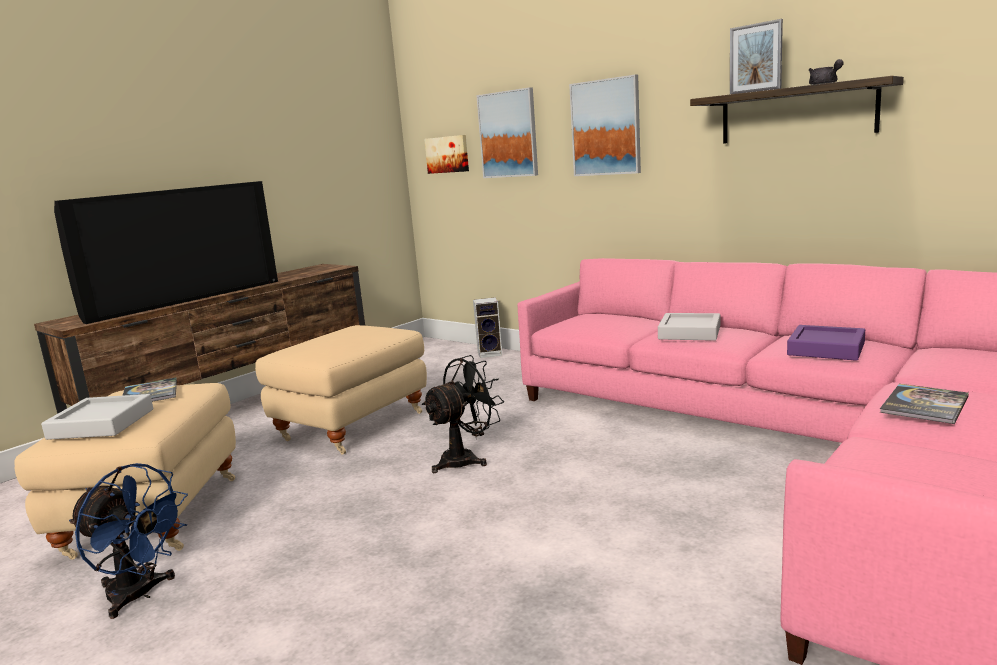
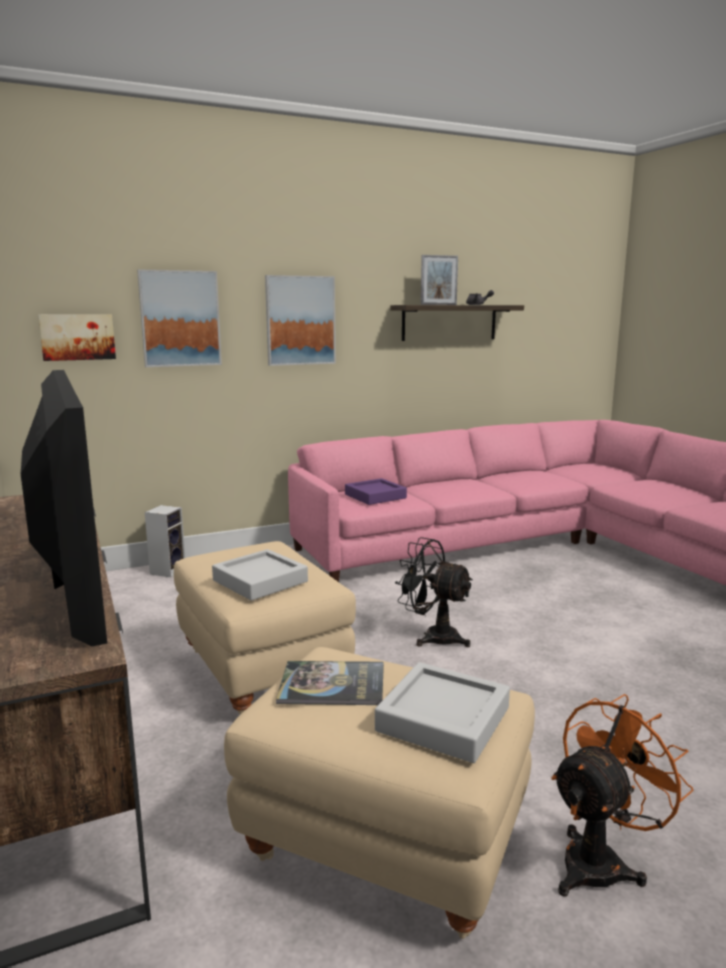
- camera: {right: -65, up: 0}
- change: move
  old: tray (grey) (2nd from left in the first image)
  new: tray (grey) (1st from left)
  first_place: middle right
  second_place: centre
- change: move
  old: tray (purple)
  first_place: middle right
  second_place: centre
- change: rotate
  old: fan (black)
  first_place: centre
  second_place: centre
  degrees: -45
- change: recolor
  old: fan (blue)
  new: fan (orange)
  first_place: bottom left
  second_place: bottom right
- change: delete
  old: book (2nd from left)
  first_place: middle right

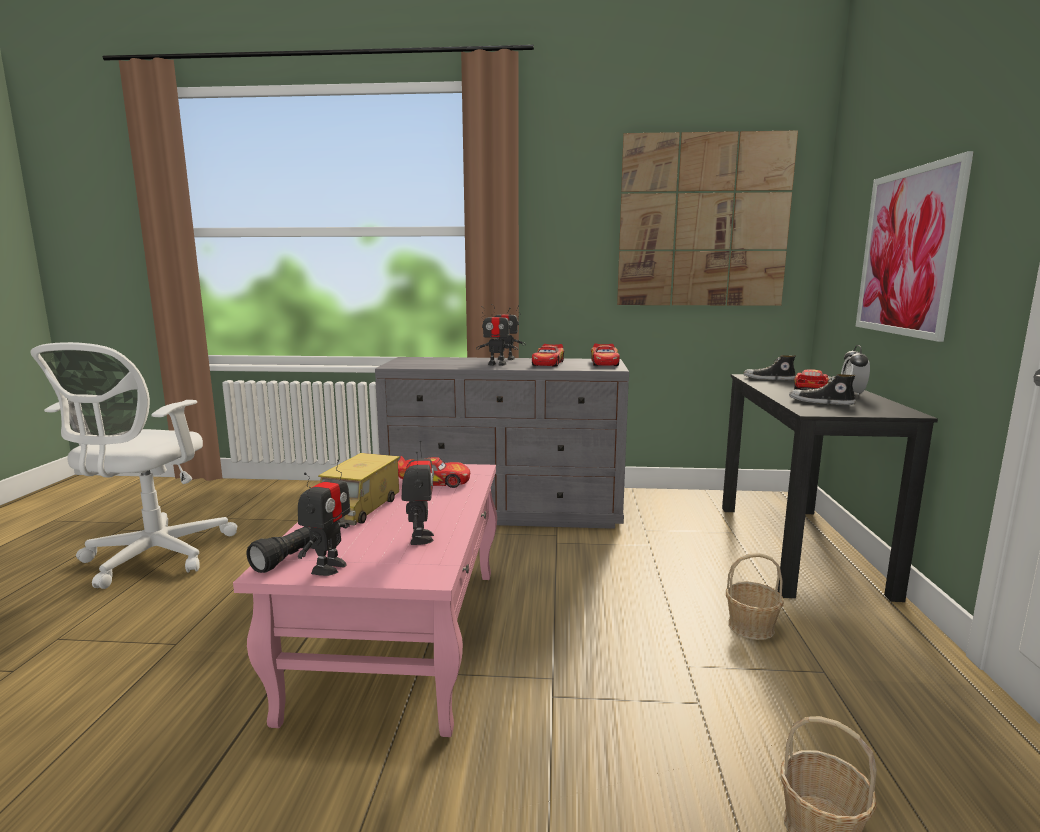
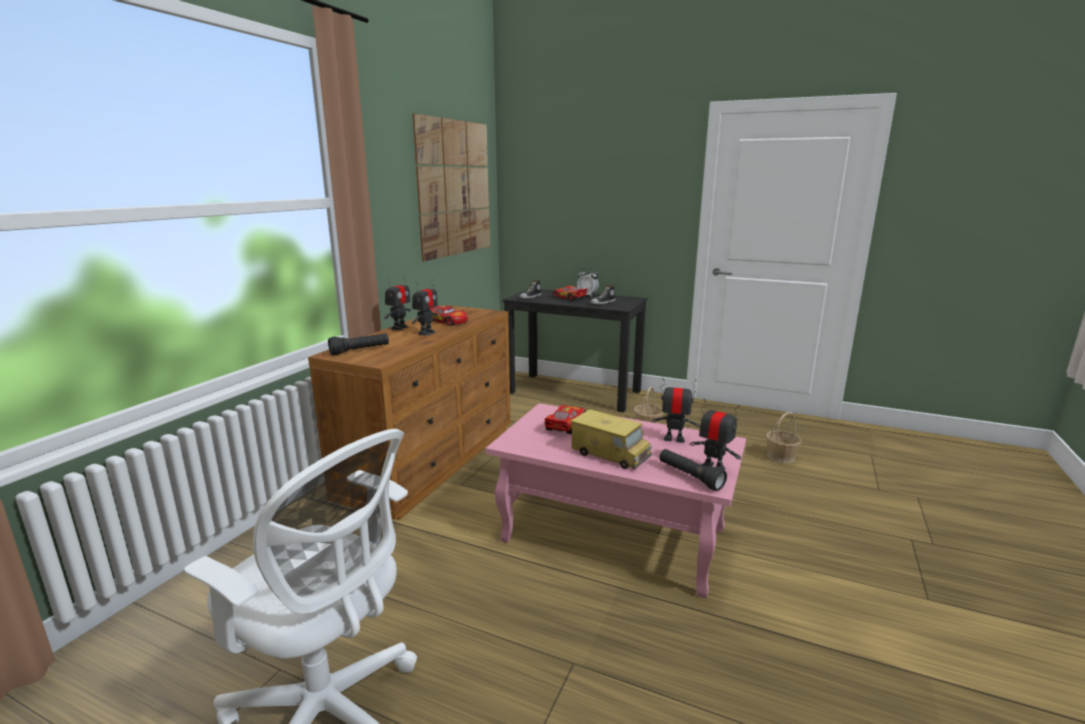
- camera: {right: -70, up: 5}
- change: recolor
  old: dresser (grey)
  new: dresser (brown)
  first_place: centre
  second_place: centre
- change: insert
  new: flashlight (black) (1st from left)
  second_place: middle left
- change: delete
  old: toy car (3rd from left)
  first_place: centre
- change: delete
  old: picture (2nd from left)
  first_place: top right

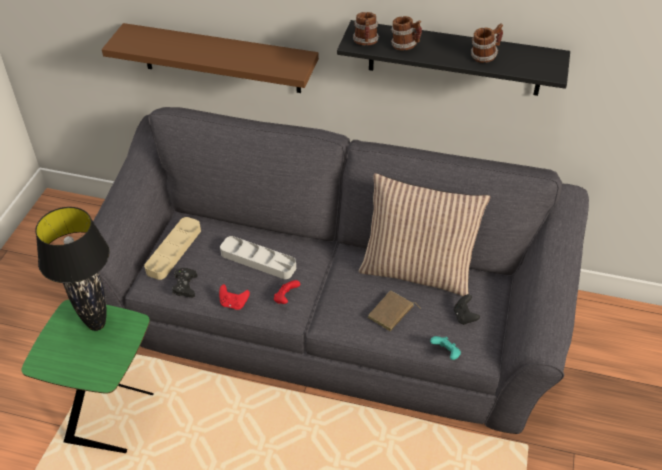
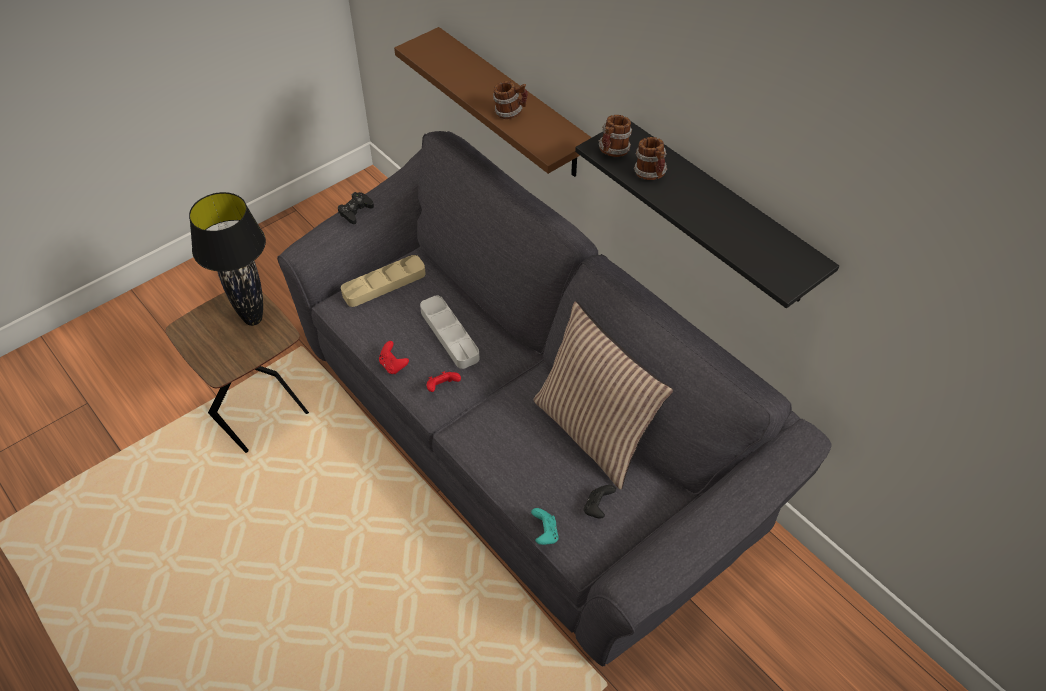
- camera: {right: 35, up: 5}
- change: recolor
  old: side table (green)
  new: side table (brown)
  first_place: bottom left
  second_place: middle left
- change: move
  old: game controller (black) (1st from left)
  first_place: middle left
  second_place: top centre
- change: move
  old: mug (3rd from left in the first image)
  new: mug (1st from left)
  first_place: top right
  second_place: top centre
- change: delete
  old: book (brown)
  first_place: centre

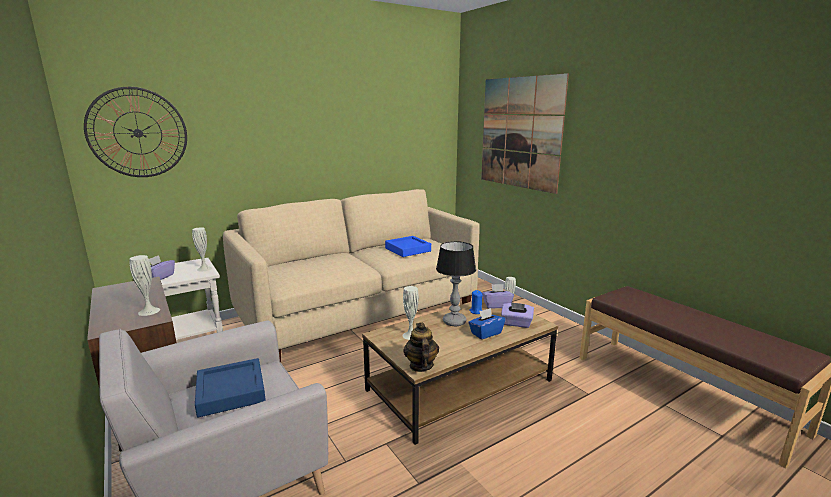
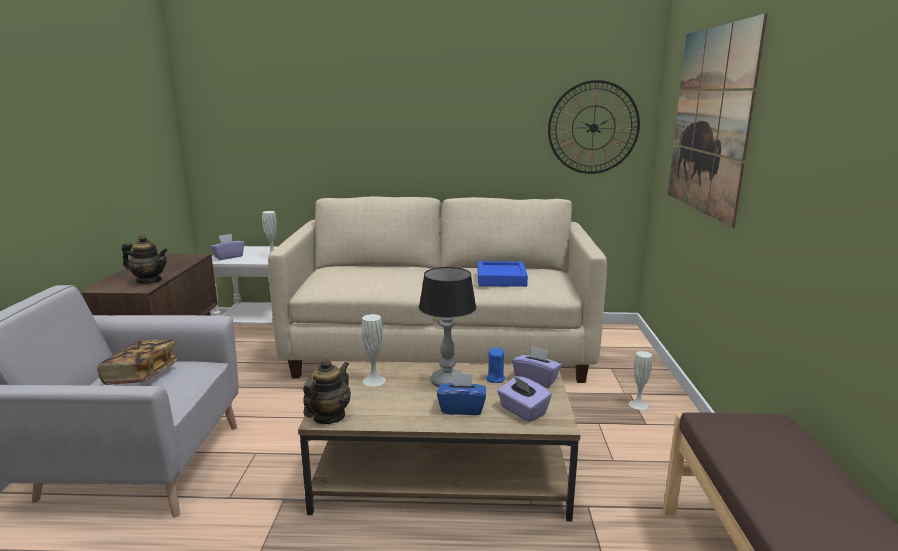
- camera: {right: 35, up: 0}
- change: replace
  old: tray (blue) (1st from left)
  new: book
  first_place: bottom left
  second_place: middle left
- change: replace
  old: vase (white) (1st from left)
  new: teapot (1st from left)
  first_place: middle left
  second_place: middle left
- change: move
  old: wall clock
  first_place: top left
  second_place: top centre

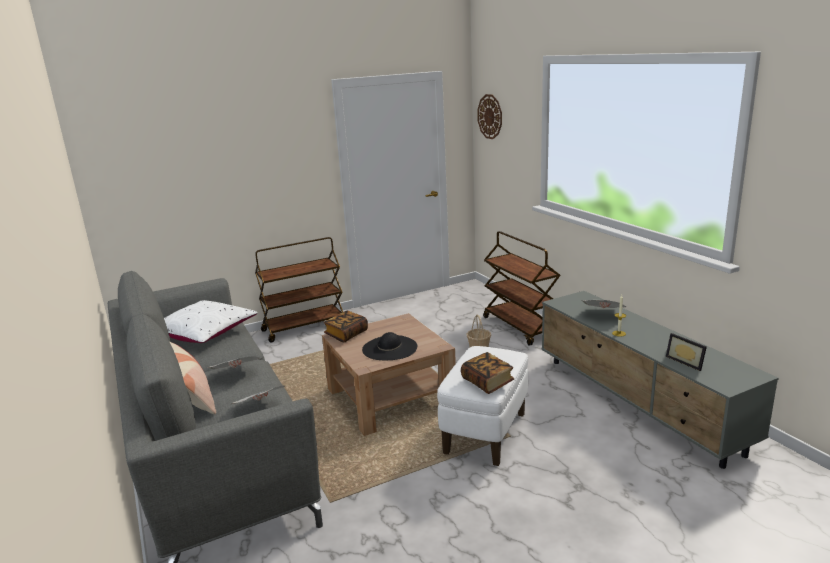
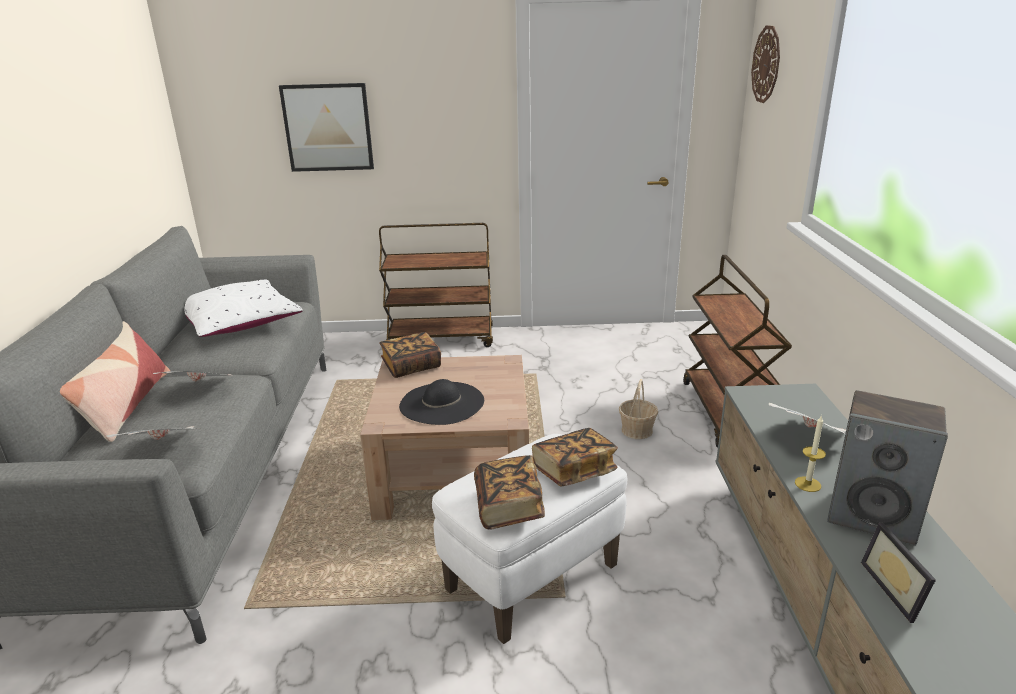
- camera: {right: 25, up: 5}
- change: insert
  new: picture
  second_place: top left
- change: insert
  new: book (3rd from left)
  second_place: centre
- change: insert
  new: speaker
  second_place: bottom right

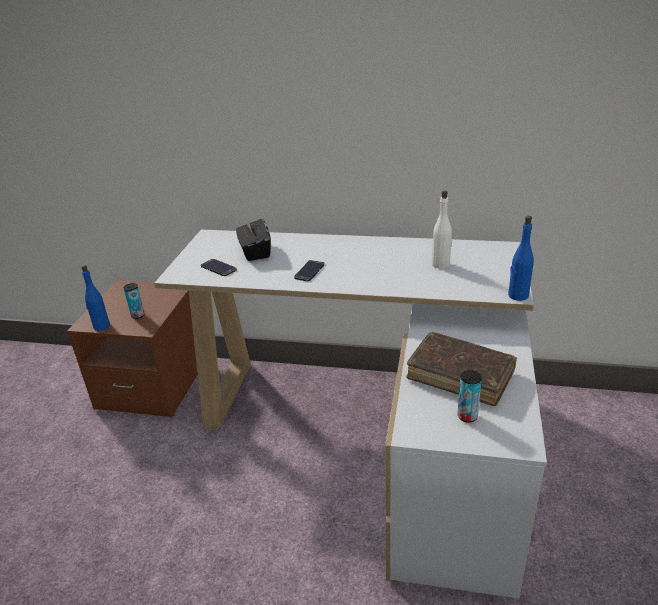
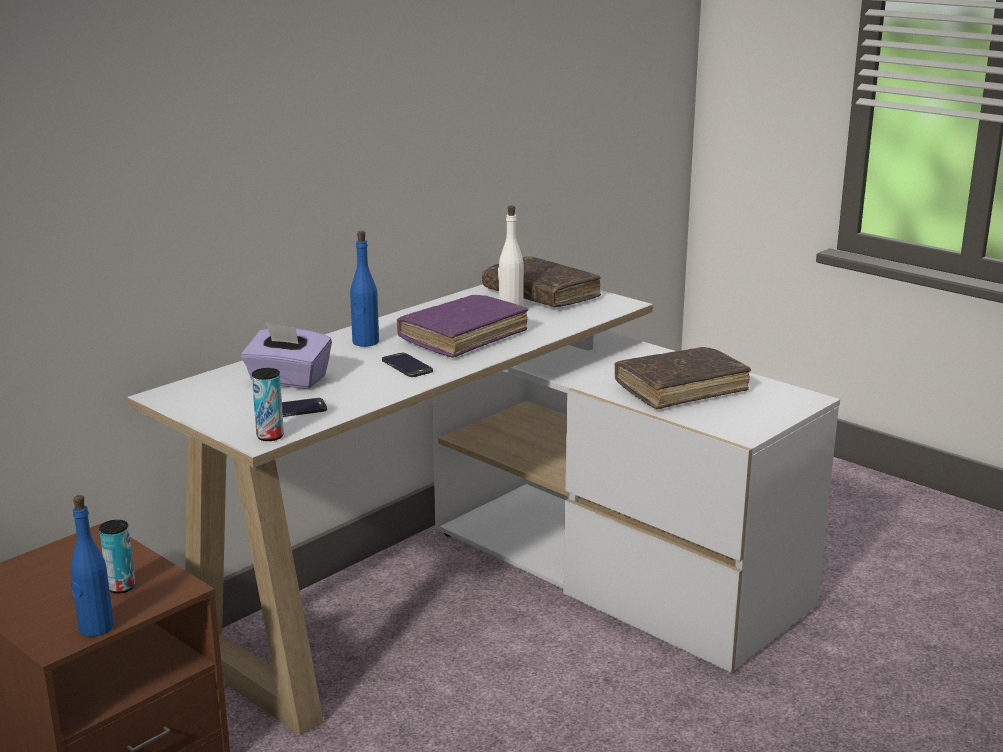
- camera: {right: -60, up: -10}
- change: recolor
  old: tissue box (black)
  new: tissue box (purple)
  first_place: centre
  second_place: middle left
- change: move
  old: can (2nd from left)
  first_place: middle right
  second_place: middle left
- change: move
  old: bottle (blue) (2nd from left)
  first_place: middle right
  second_place: centre
- change: insert
  new: book (purple)
  second_place: centre
- change: insert
  new: book (brown) (1st from left)
  second_place: centre

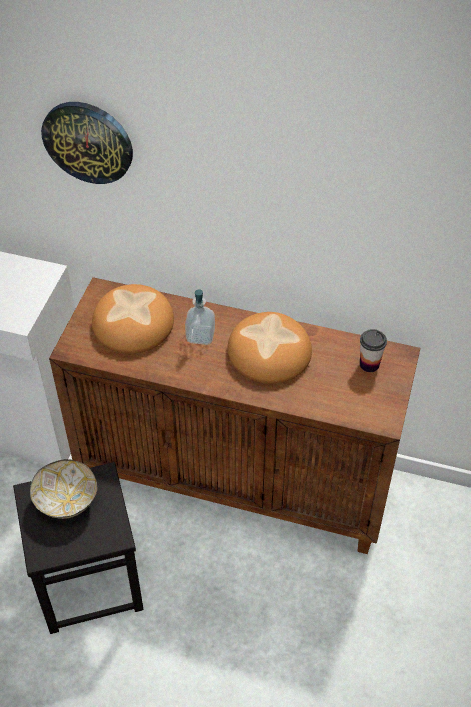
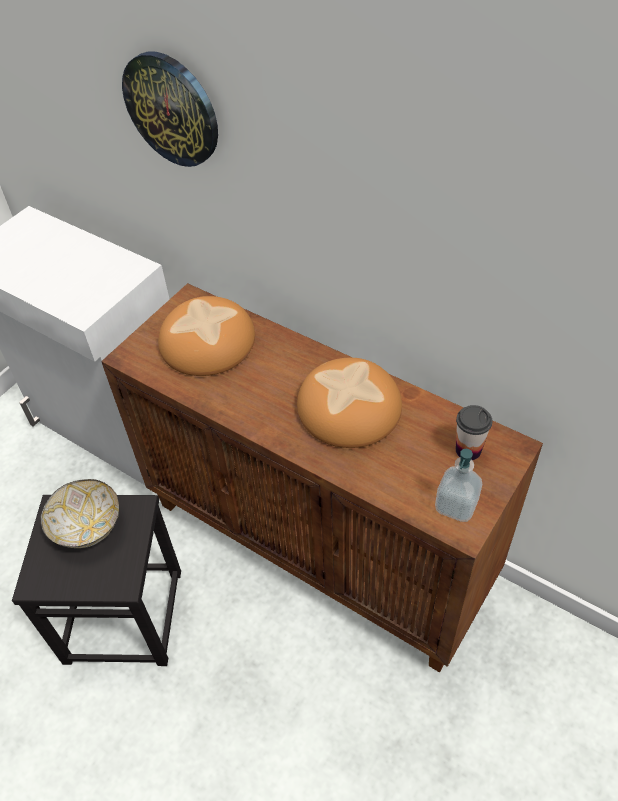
- camera: {right: 20, up: 0}
- change: move
  old: soap dispenser
  first_place: centre
  second_place: middle right

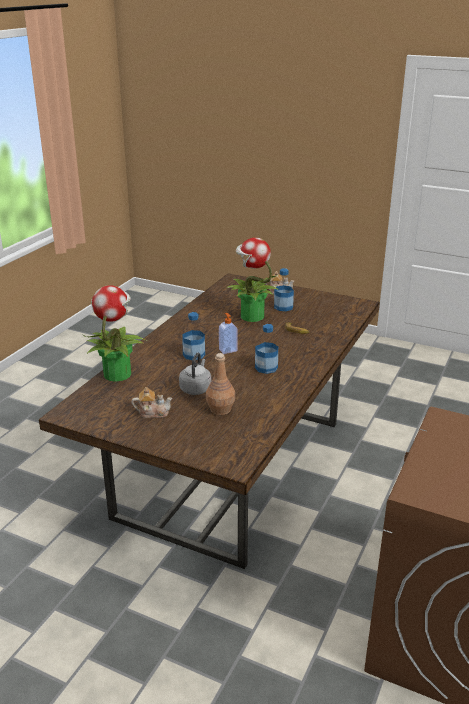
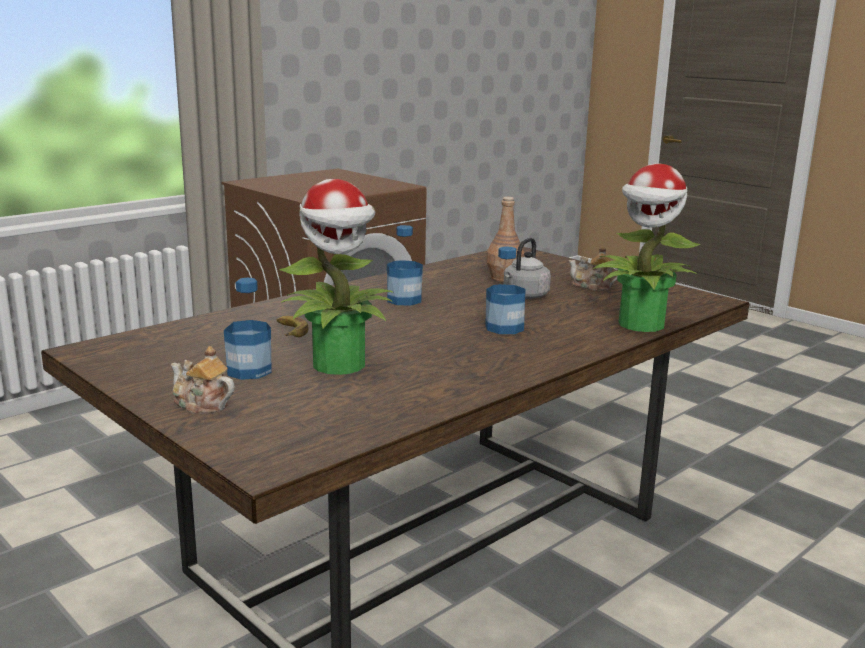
- camera: {right: -160, up: -10}
- change: delete
  old: soap dispenser
  first_place: centre

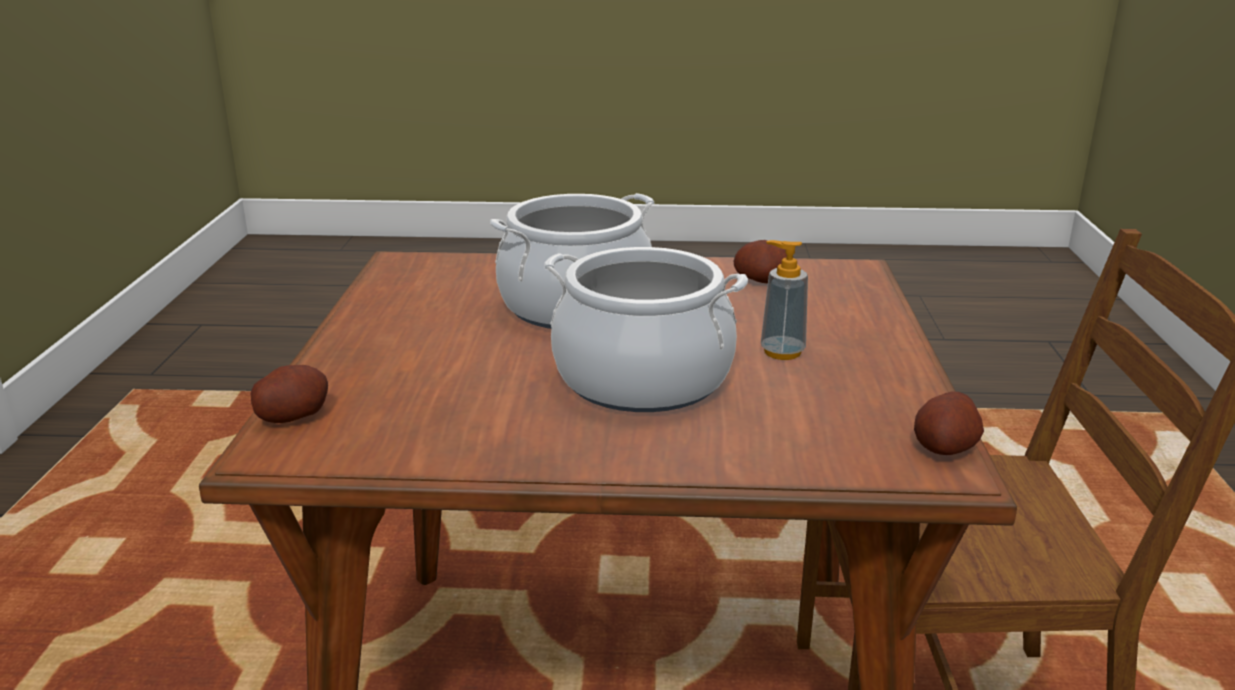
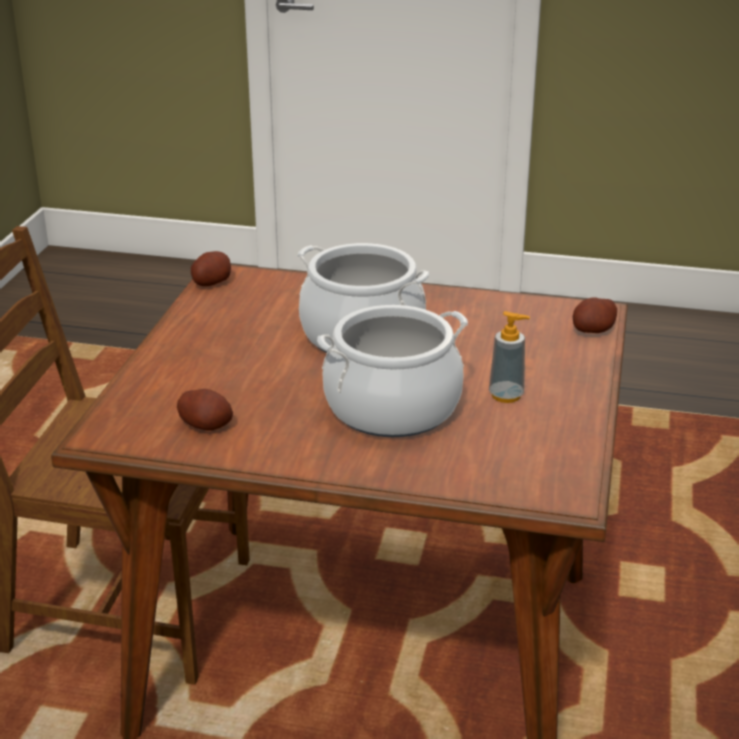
- camera: {right: -170, up: 5}
- change: move
  old: soap dispenser
  first_place: centre
  second_place: middle right

